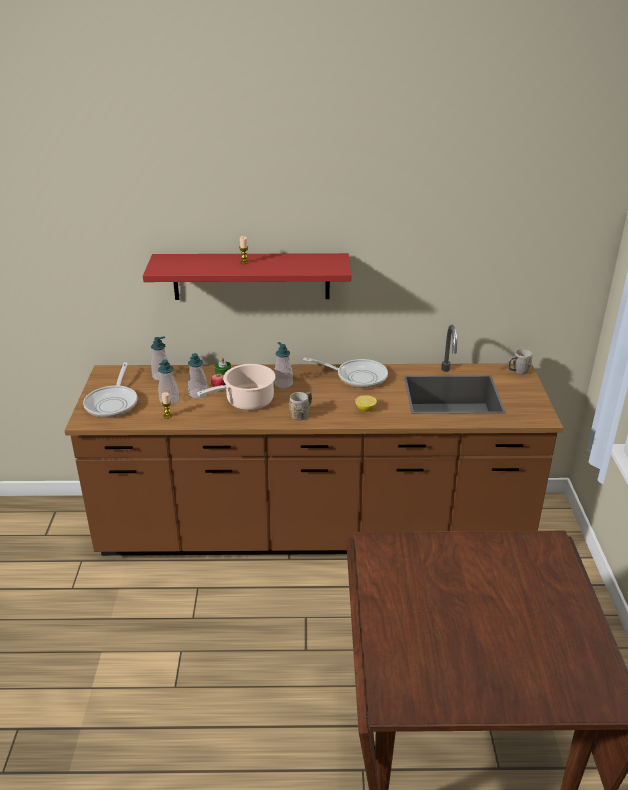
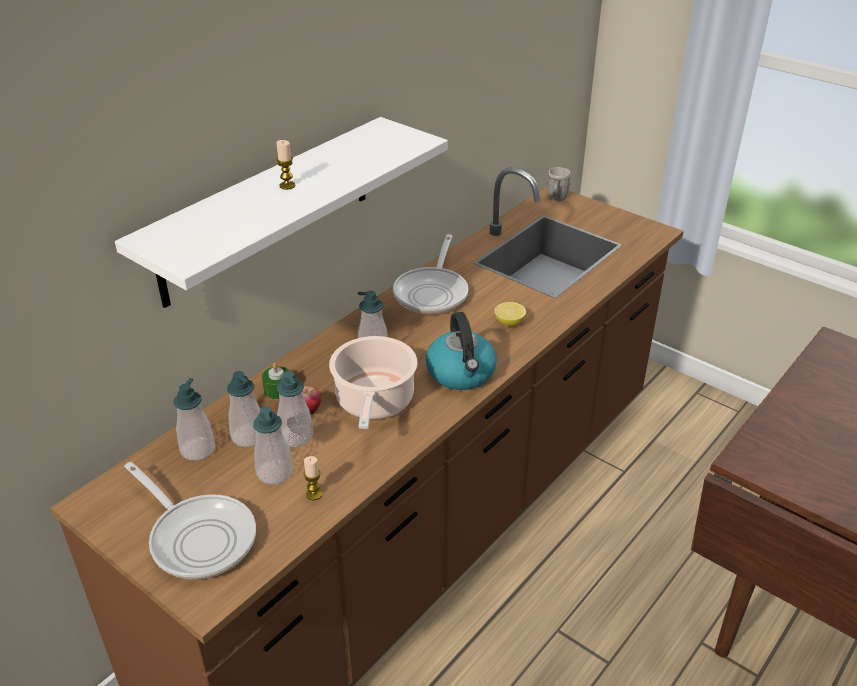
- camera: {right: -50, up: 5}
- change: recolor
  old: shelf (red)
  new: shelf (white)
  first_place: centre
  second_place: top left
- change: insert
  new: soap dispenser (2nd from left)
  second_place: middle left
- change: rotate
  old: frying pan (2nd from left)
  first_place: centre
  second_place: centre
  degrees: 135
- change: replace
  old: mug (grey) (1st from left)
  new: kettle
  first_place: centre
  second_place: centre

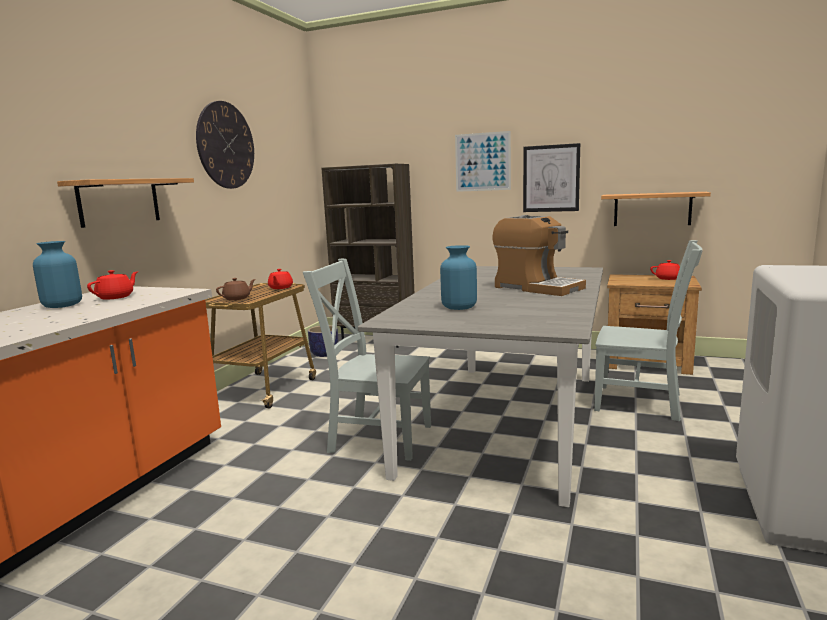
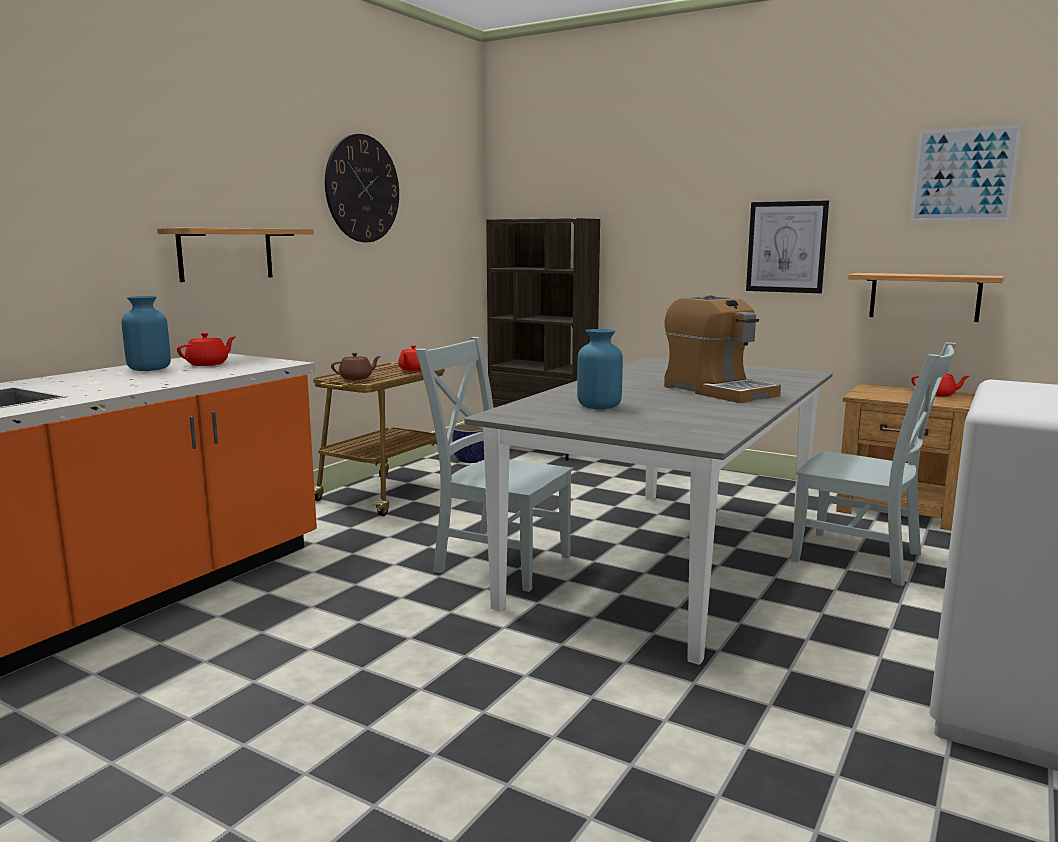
- camera: {right: 10, up: 0}
- change: move
  old: picture (1st from left in the first image)
  new: picture (2nd from left)
  first_place: top centre
  second_place: top right

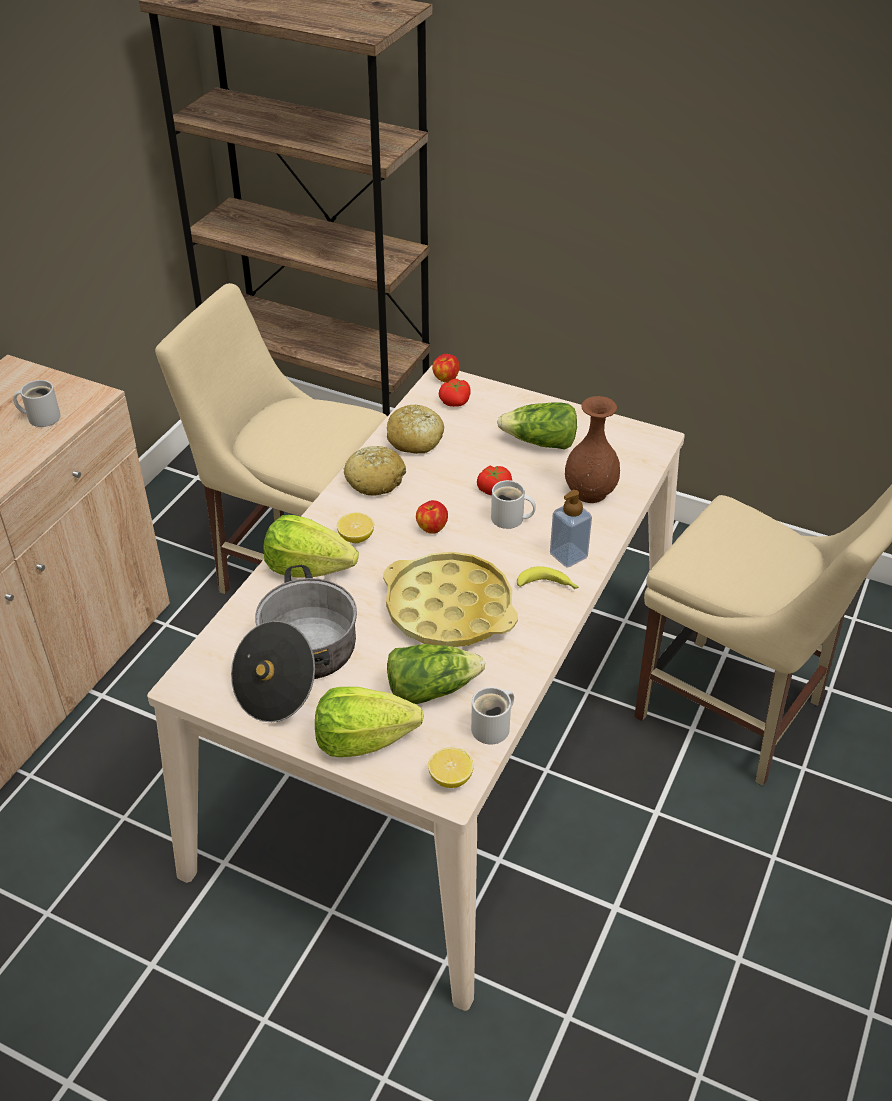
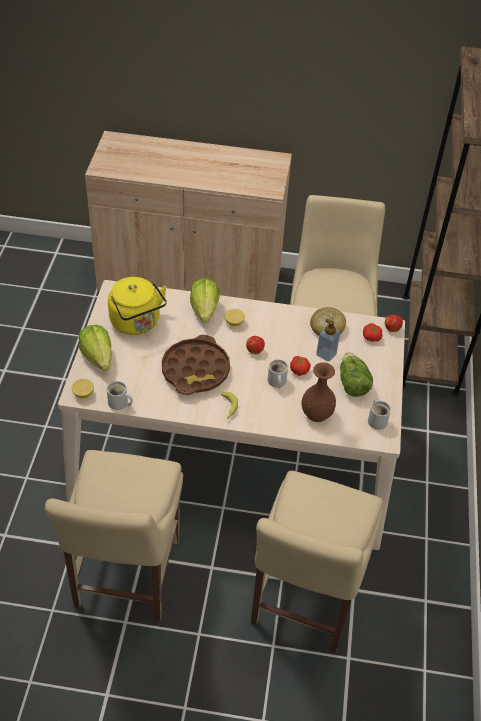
- camera: {right: 70, up: 5}
- change: insert
  new: chair (beige) (1st from left)
  second_place: bottom left
- change: replace
  old: cooking pot
  new: kettle (yellow)
  first_place: middle left
  second_place: middle left
- change: recolor
  old: tray (yellow)
  new: tray (brown)
  first_place: centre
  second_place: centre
- change: move
  old: soap dispenser
  first_place: centre
  second_place: middle right
- change: move
  old: mug (white) (1st from left in the first image)
  new: mug (white) (3rd from left)
  first_place: middle left
  second_place: middle right
- change: delete
  old: bread (1st from left)
  first_place: centre
- change: delete
  old: lettuce (3rd from left)
  first_place: centre

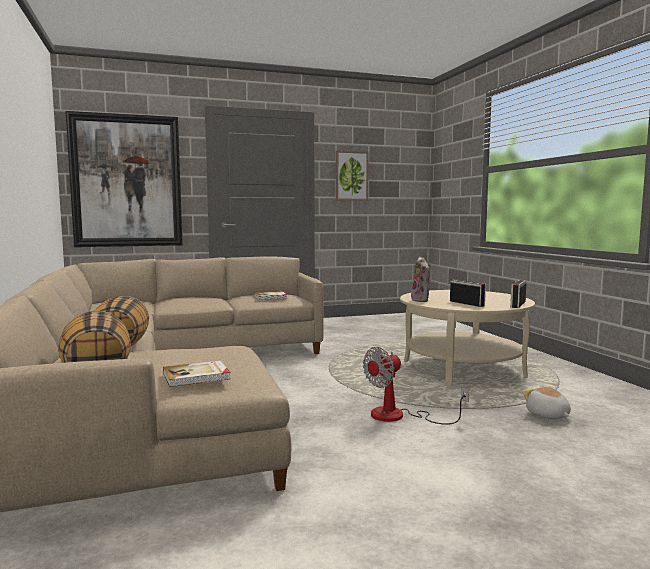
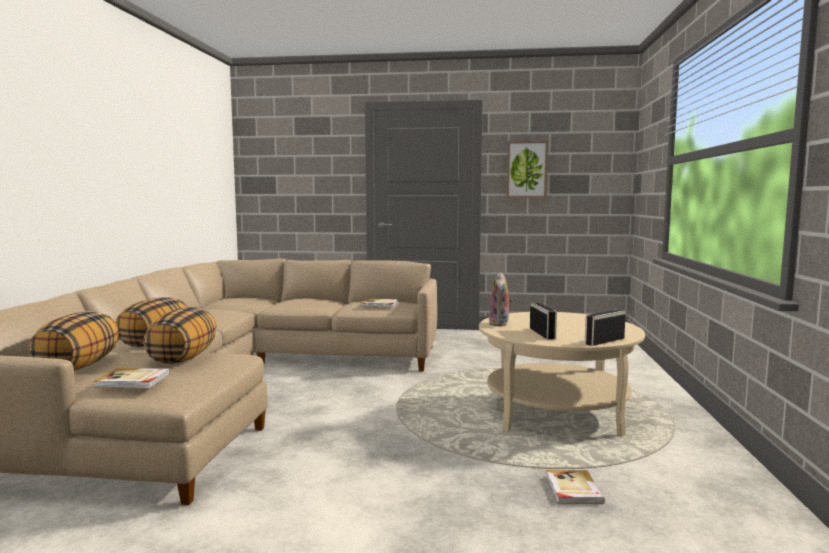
- camera: {right: 25, up: 0}
- change: insert
  new: pillow (3rd from left)
  second_place: middle left
- change: replace
  old: plush toy (2nd from left)
  new: book (3rd from left)
  first_place: bottom right
  second_place: bottom right
- change: delete
  old: picture (1st from left)
  first_place: top left
- change: delete
  old: fan
  first_place: bottom centre

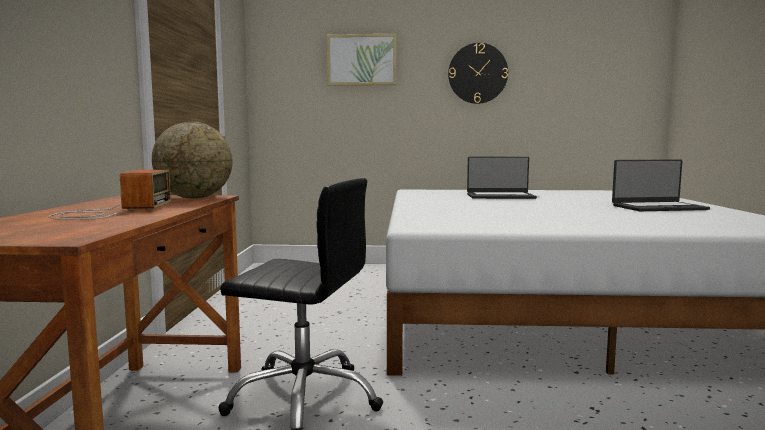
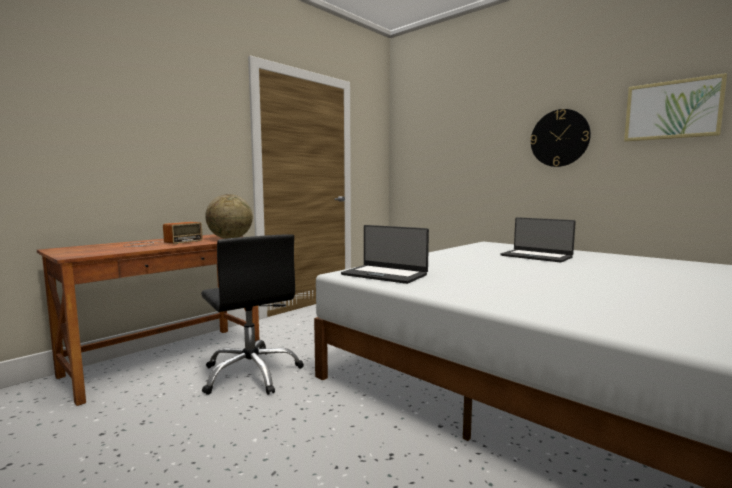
- camera: {right: 40, up: 0}
- change: move
  old: laptop (2nd from left in the first image)
  new: laptop (1st from left)
  first_place: middle right
  second_place: centre
- change: move
  old: picture
  first_place: top centre
  second_place: top right

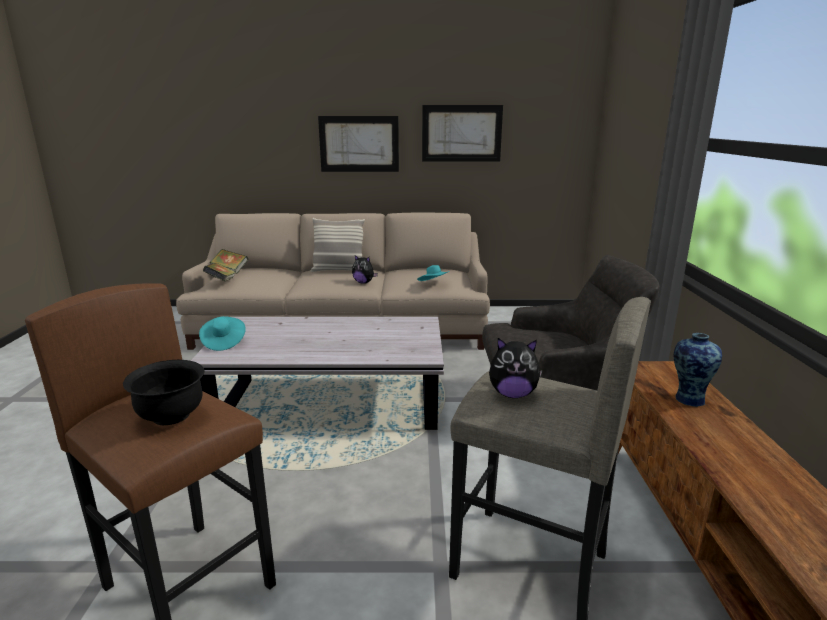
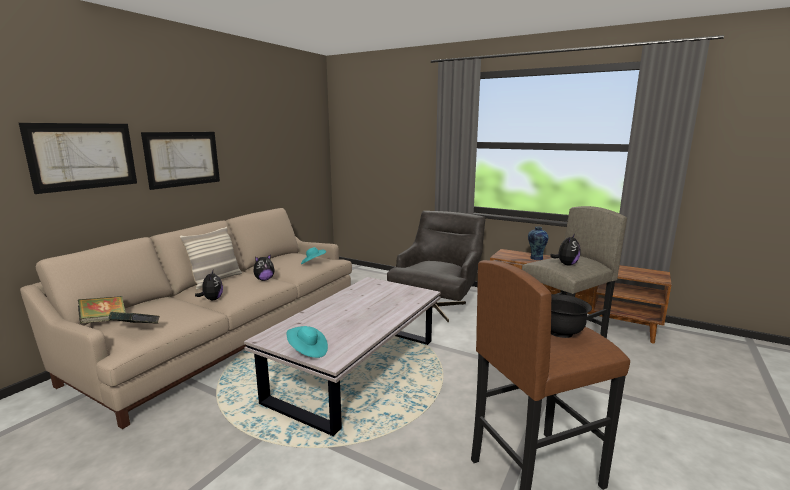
- camera: {right: -60, up: -5}
- change: move
  old: picture (2nd from left in the first image)
  new: picture (1st from left)
  first_place: top centre
  second_place: top left
- change: insert
  new: plush toy (1st from left)
  second_place: middle left

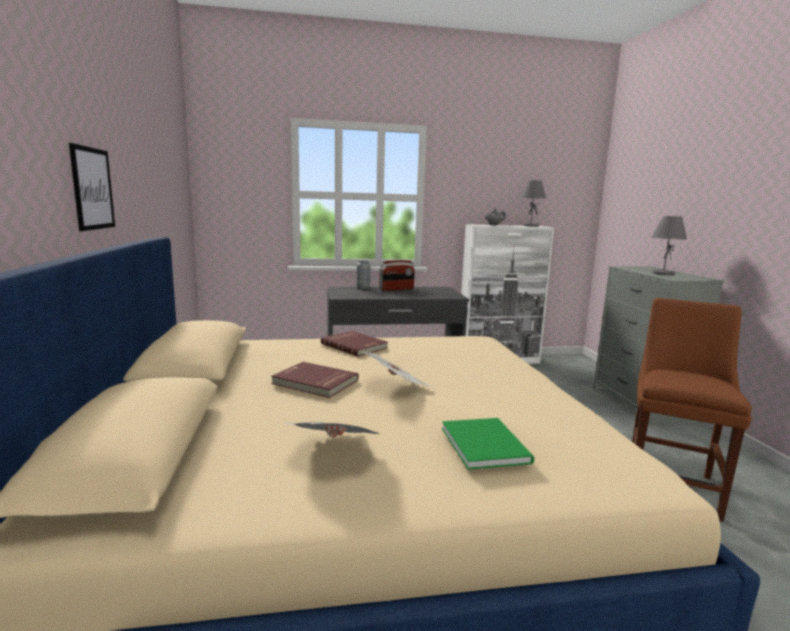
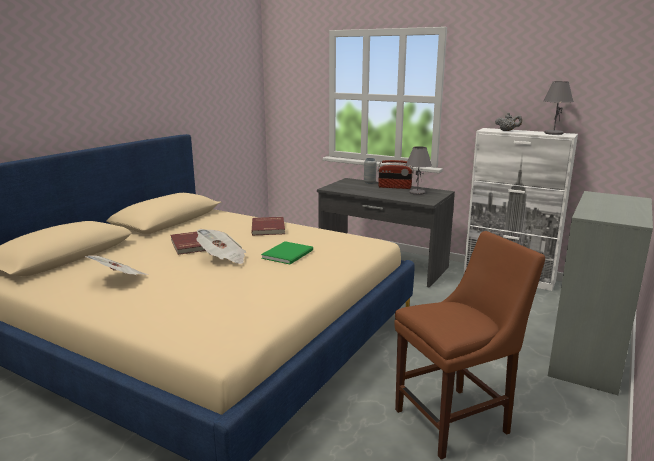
- camera: {right: 40, up: 5}
- change: move
  old: book (green)
  first_place: bottom centre
  second_place: centre
- change: move
  old: table lamp (grey) (2nd from left in the first image)
  new: table lamp (grey) (1st from left)
  first_place: middle right
  second_place: centre
- change: delete
  old: picture
  first_place: top left

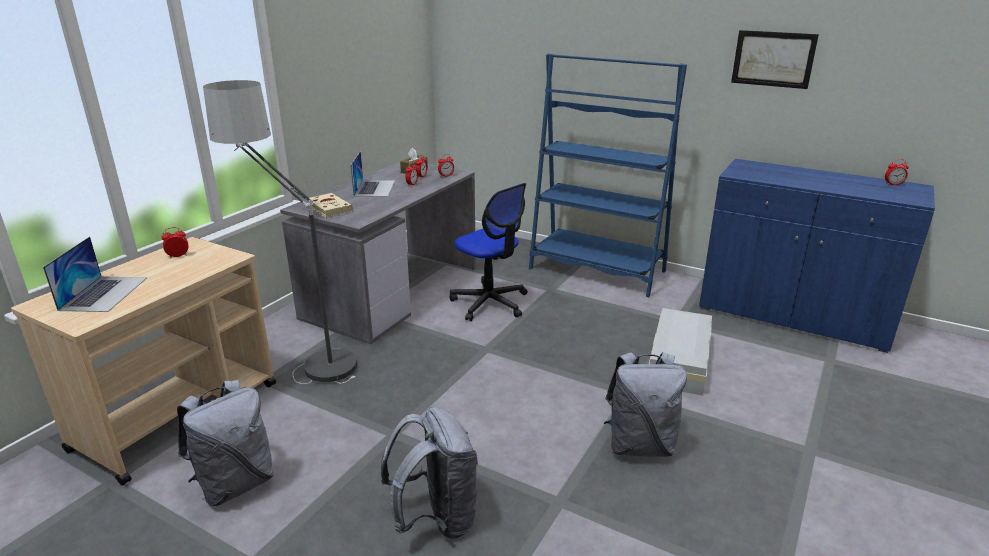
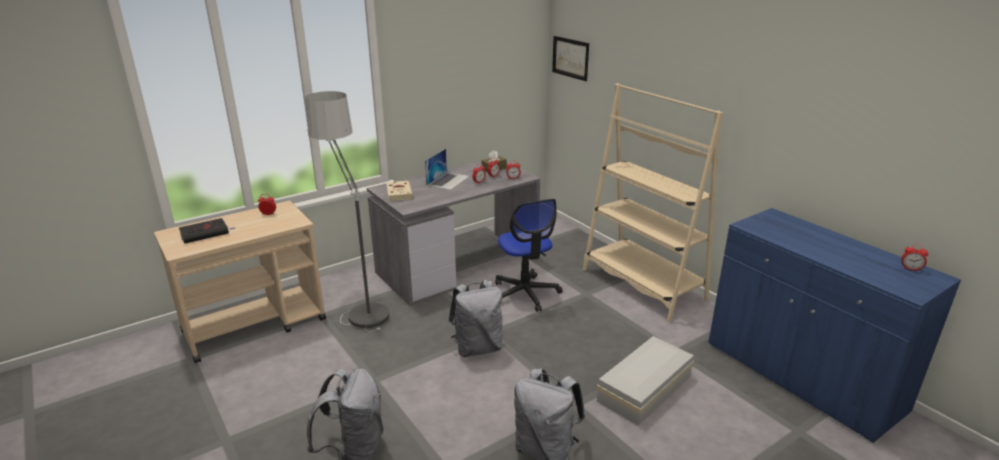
- camera: {right: 25, up: 0}
- change: replace
  old: laptop (1st from left)
  new: book (black)
  first_place: middle left
  second_place: middle left
- change: move
  old: backpack (grey) (1st from left in the first image)
  new: backpack (grey) (2nd from left)
  first_place: bottom left
  second_place: bottom centre
- change: move
  old: picture
  first_place: top right
  second_place: top centre
- change: recolor
  old: bookcase (blue)
  new: bookcase (beige)
  first_place: top centre
  second_place: centre

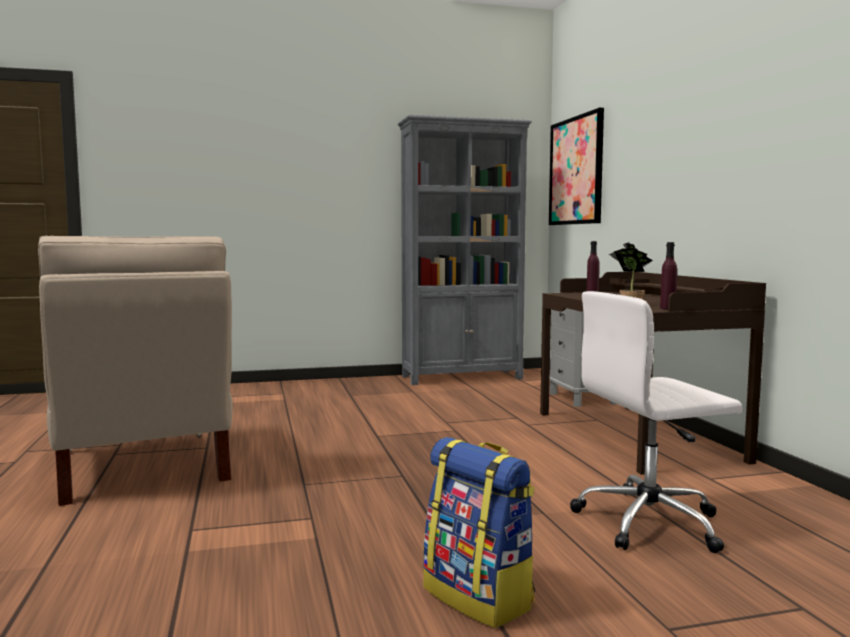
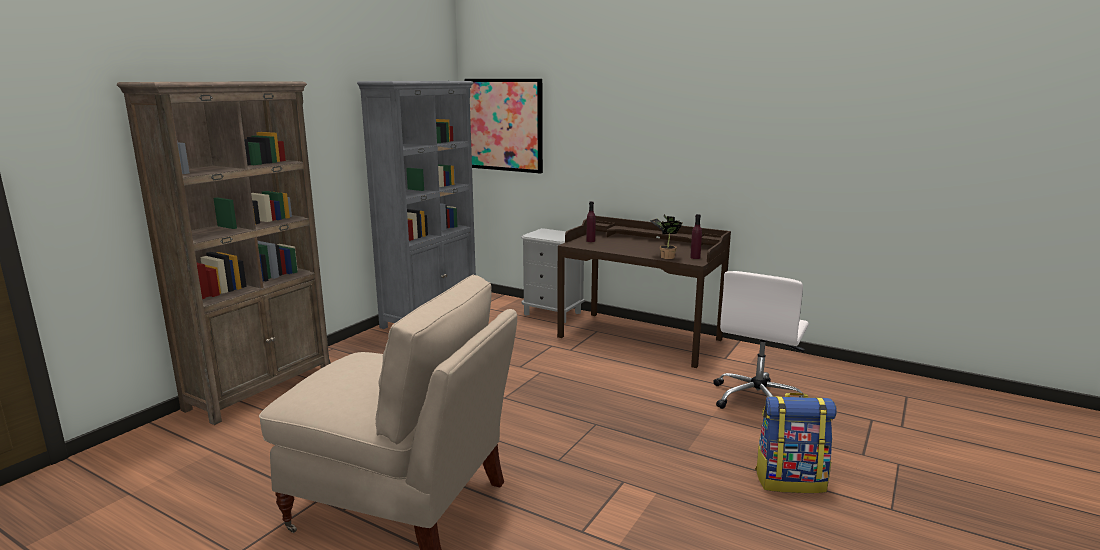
- camera: {right: -45, up: 10}
- change: insert
  new: bookcase (brown)
  second_place: middle left

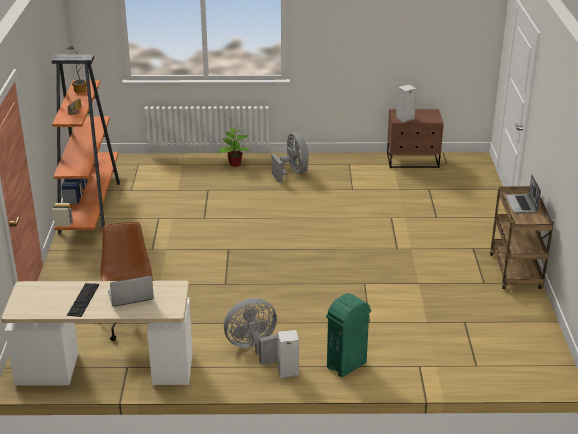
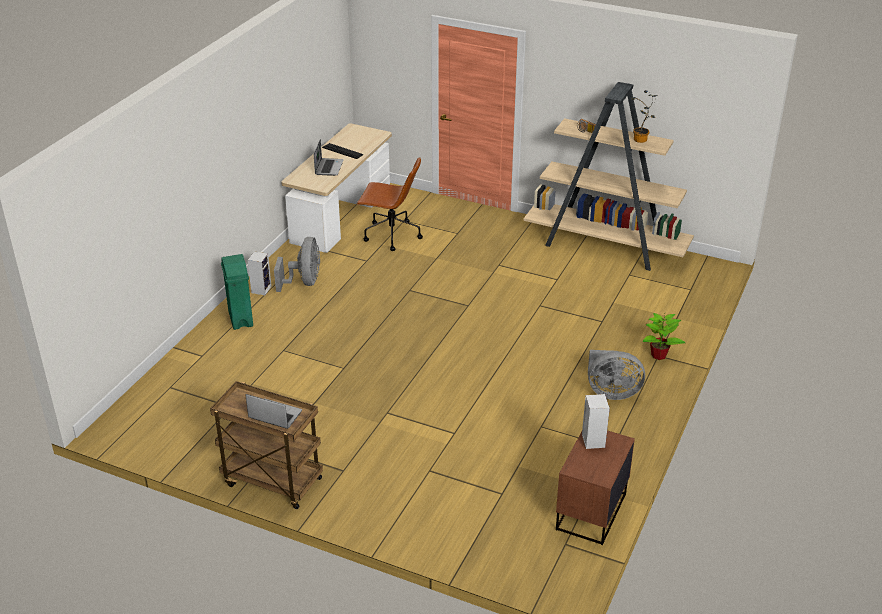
- camera: {right: 115, up: 5}
- change: recolor
  old: bookcase (orange)
  new: bookcase (beige)
  first_place: top left
  second_place: top right

